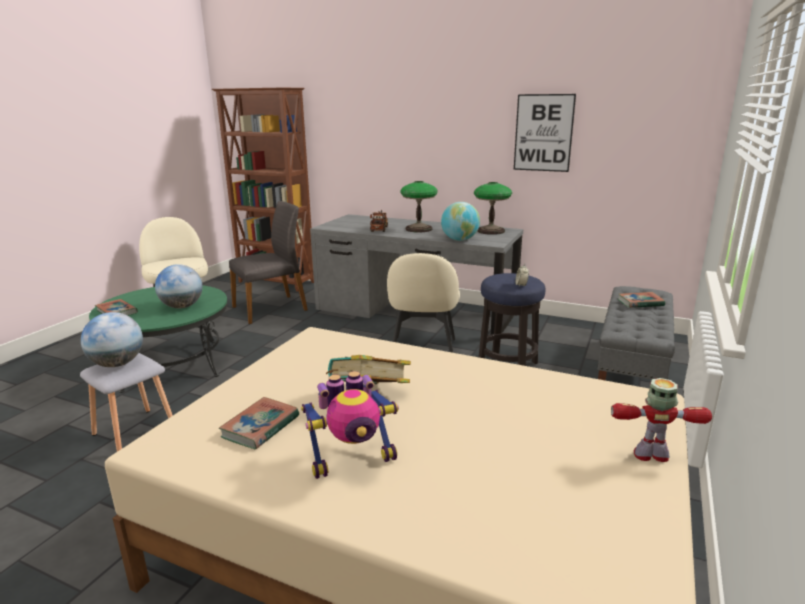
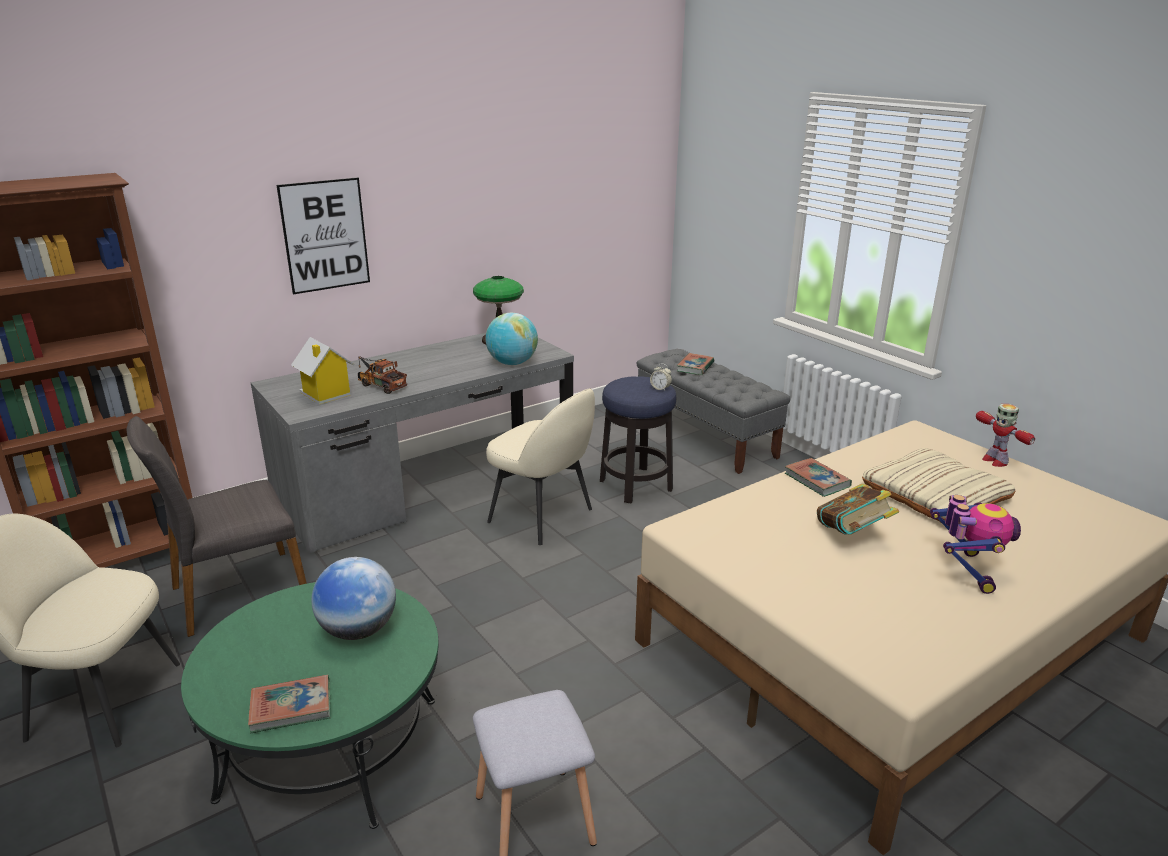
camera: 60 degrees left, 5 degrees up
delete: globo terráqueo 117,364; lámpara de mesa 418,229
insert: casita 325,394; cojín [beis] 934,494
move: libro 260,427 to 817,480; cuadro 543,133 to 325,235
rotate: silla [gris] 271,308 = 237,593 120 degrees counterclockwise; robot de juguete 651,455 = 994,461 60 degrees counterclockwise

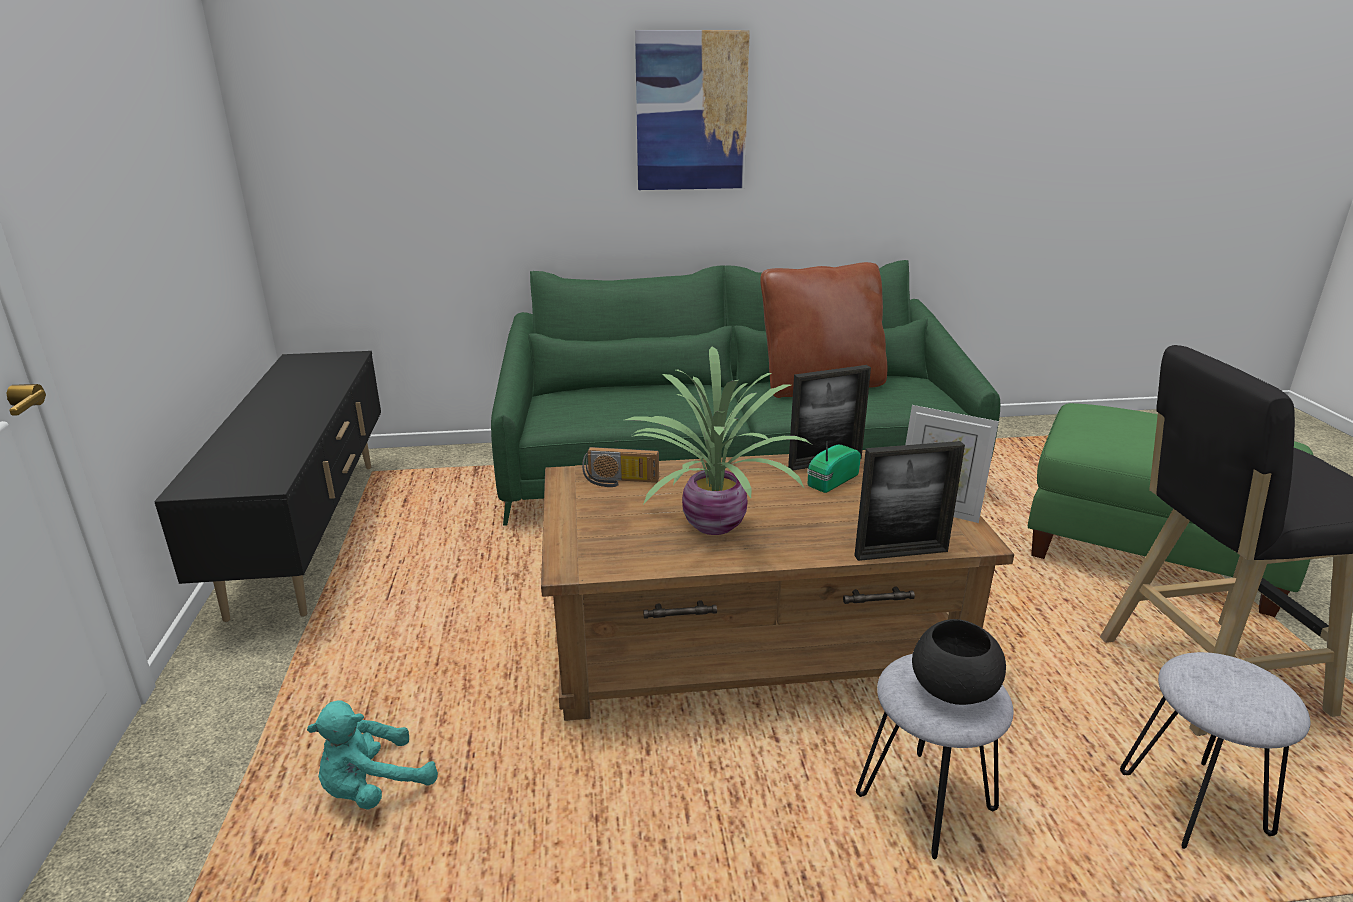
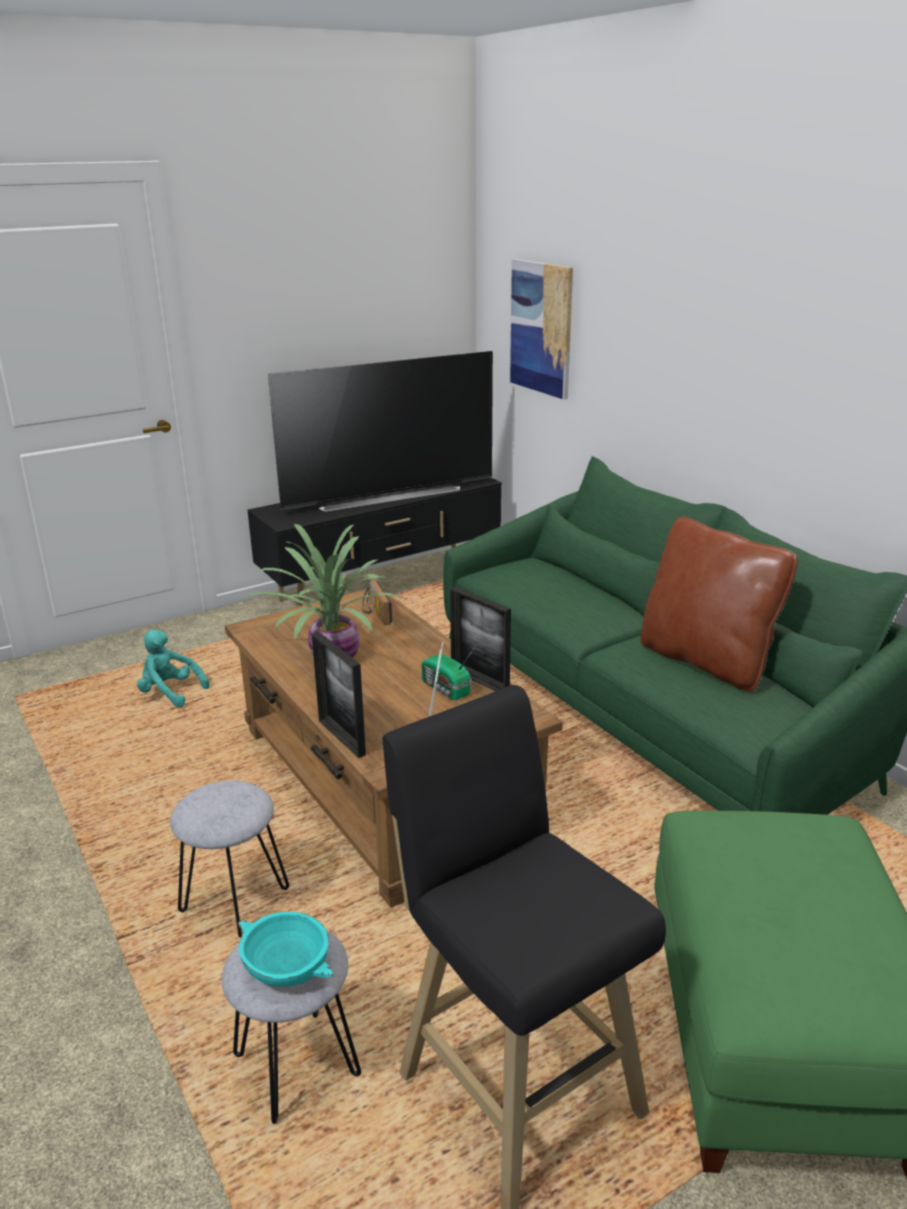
camera: 65 degrees right, 0 degrees up
delete: cuenco [negro] 951,689
insert: cuenco [turquesa] 288,965; televisor 387,494
move: cuadro 691,112 to 541,328
rotate: radio 830,481 = 446,689 150 degrees counterclockwise

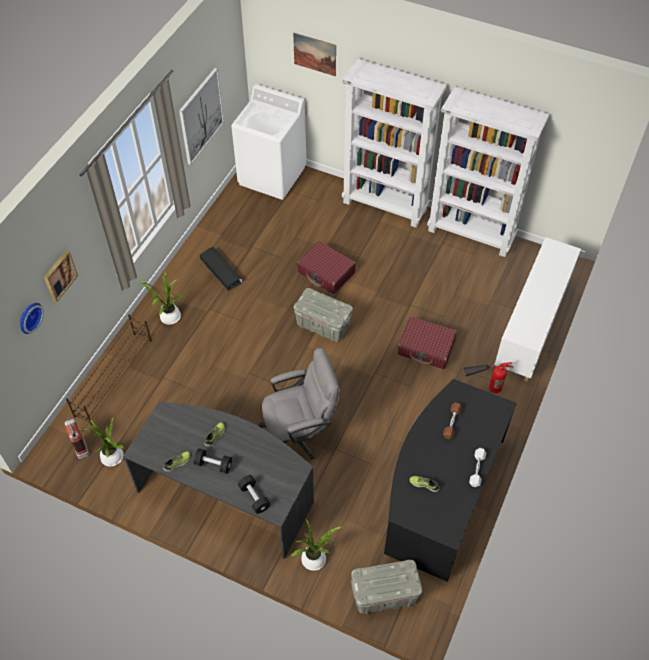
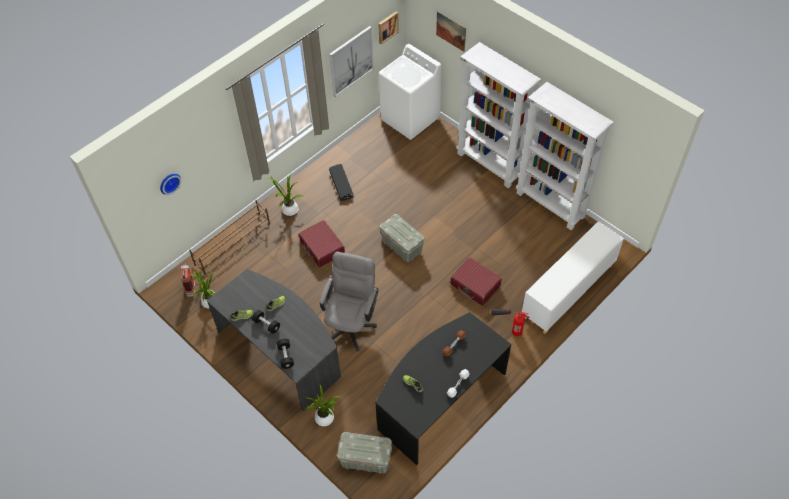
camera: 20 degrees right, 0 degrees up
move: cuadro 59,275 to 387,27; maleta [rojo] 326,273 to 322,247
rotate: silla de oficina [gris] 300,433 = 351,323 75 degrees counterclockwise

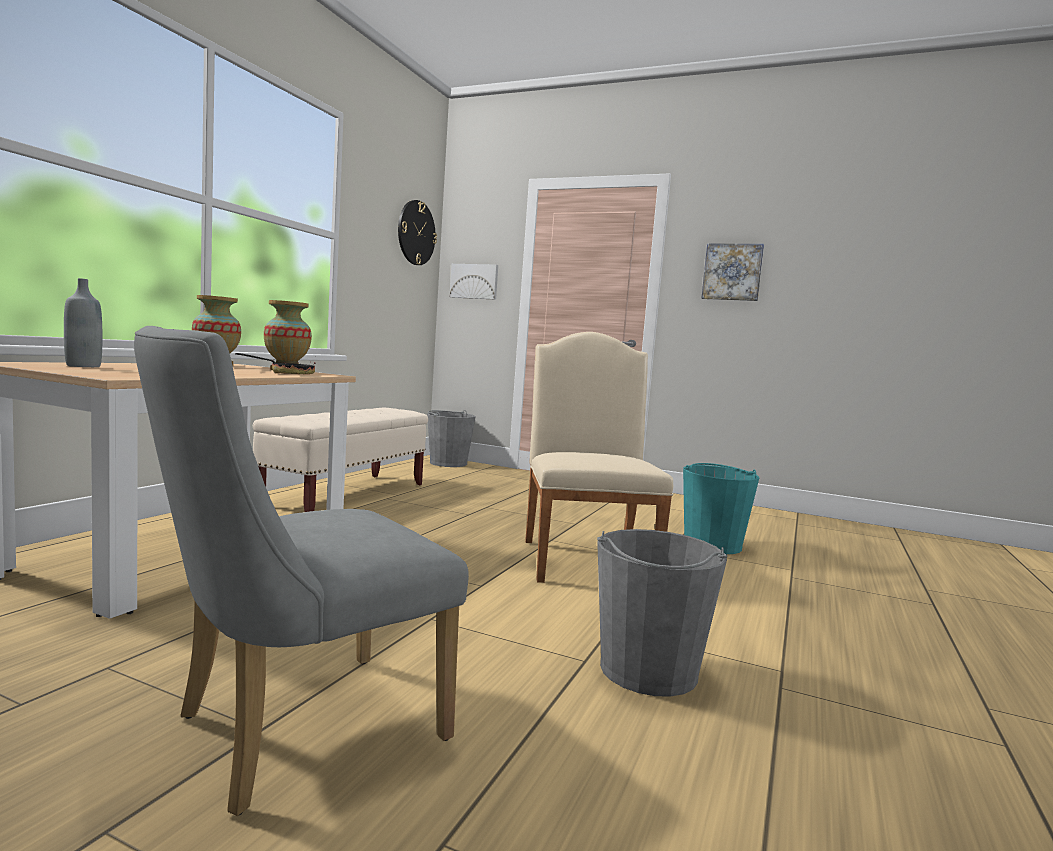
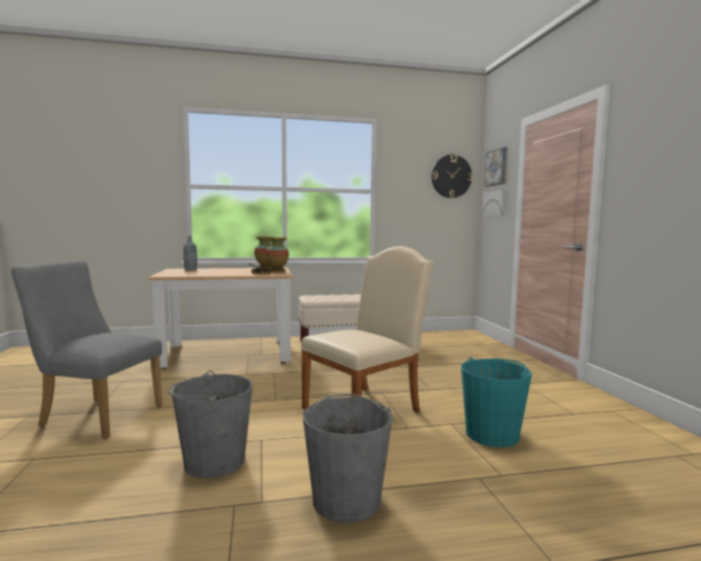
camera: 55 degrees right, 0 degrees up
move: cubo [gris] 448,463 to 346,499; cuadro 732,272 to 497,167

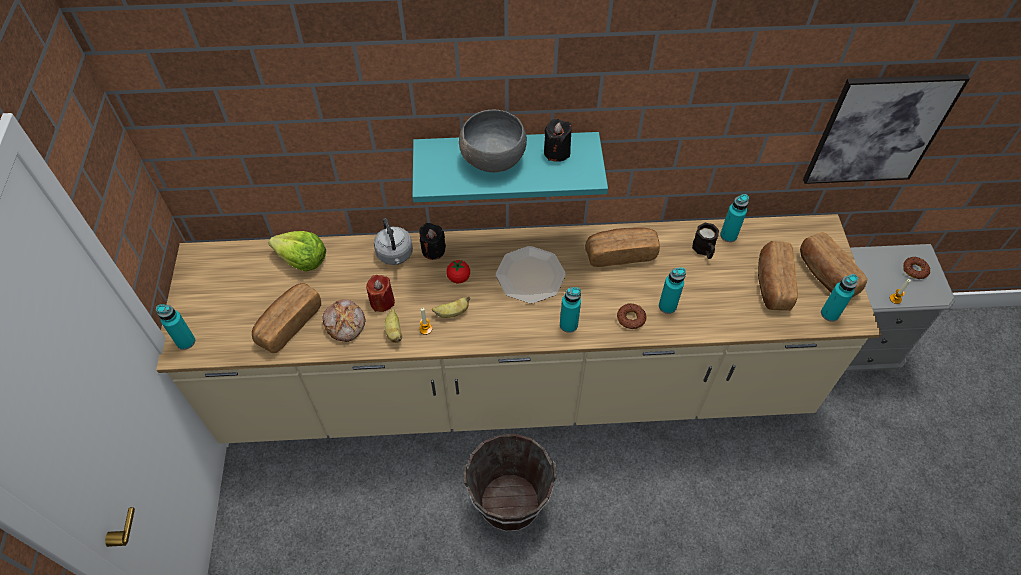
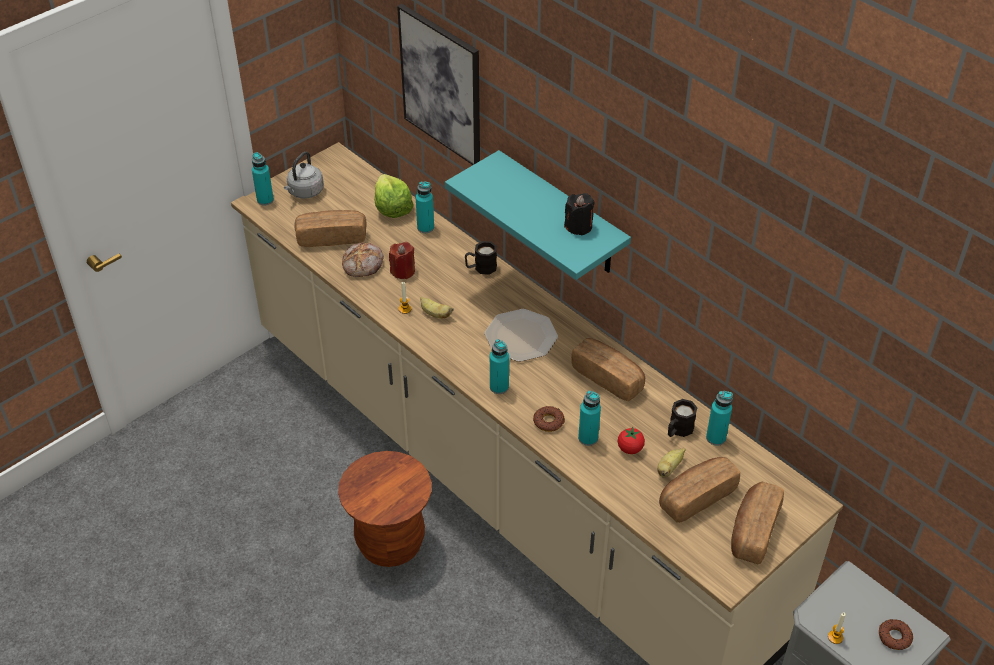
camera: 50 degrees right, 10 degrees down
delete: cuenco [gris] 492,159
move: hervidor [gris] 395,255 to 305,192; plátano 394,331 to 669,468; tomate 458,278 to 630,448; cuadro 879,130 to 441,85; botella [turquesa] 829,314 to 425,228
replace: vela [negro] 433,250 to taza grande [negro] 481,268; cubo [marrón] 510,502 to taburete [marrón] 390,543

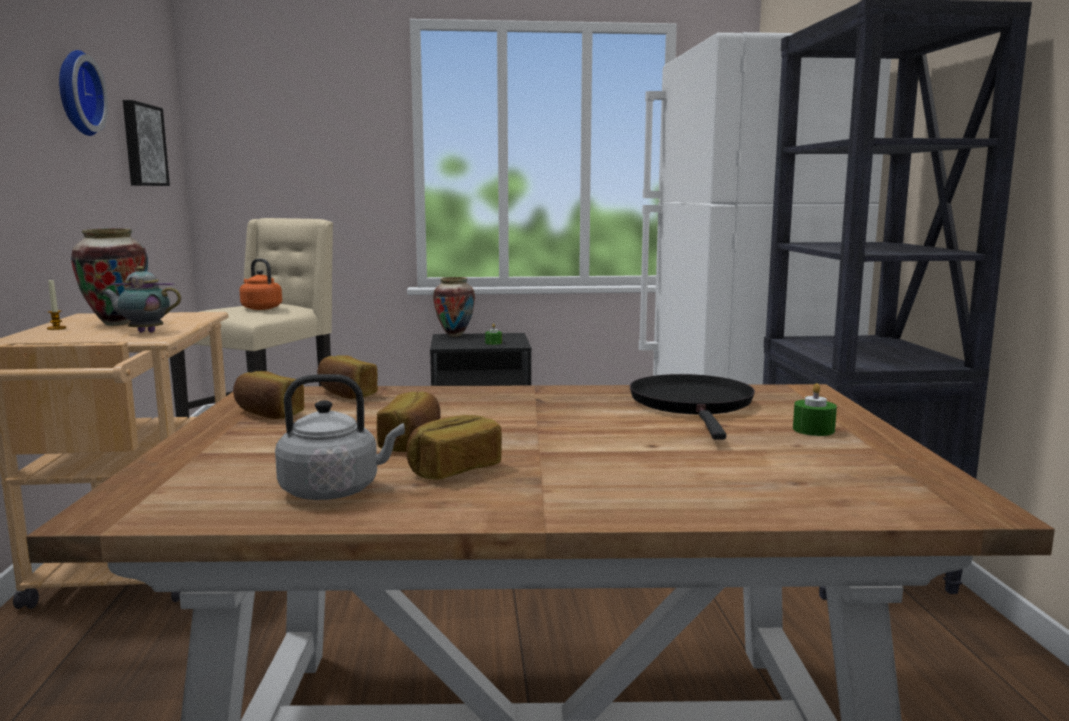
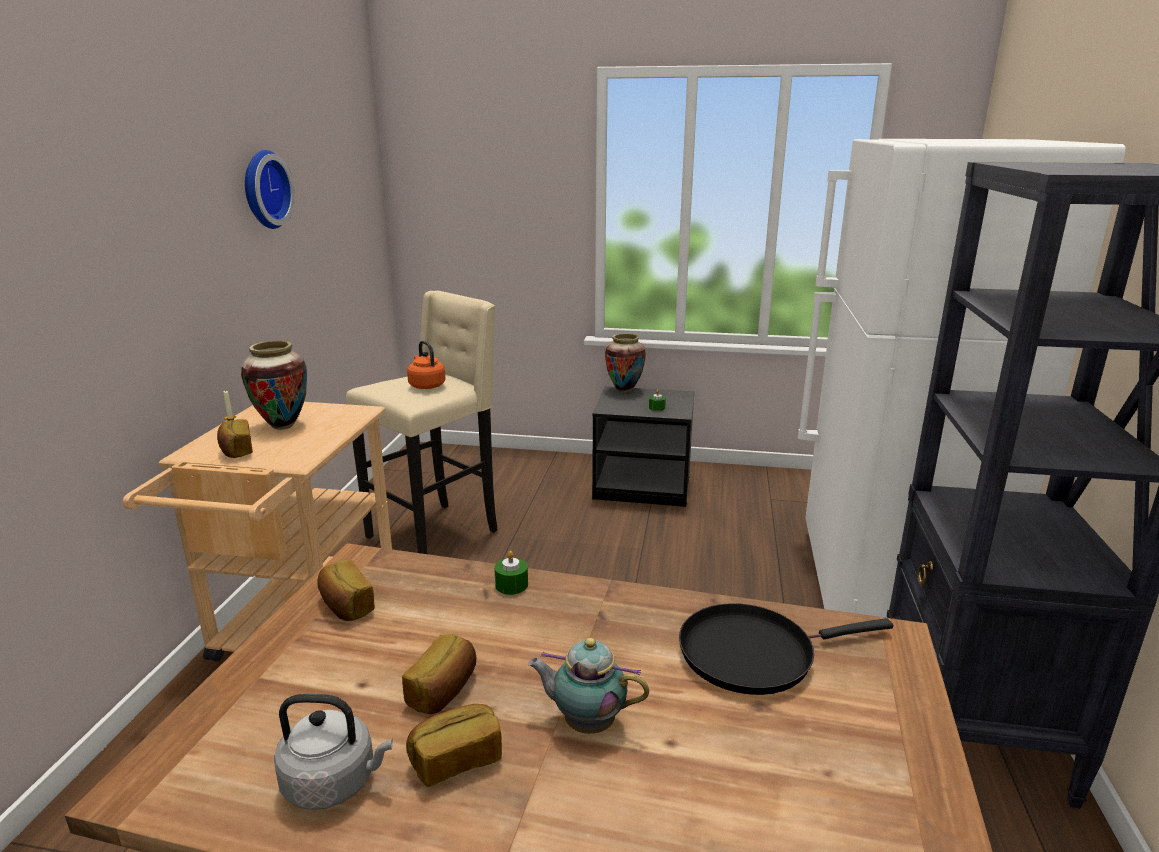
camera: 15 degrees right, 10 degrees up
delete: cuadro 142,145
move: tetera 144,332 to 586,723; pan 346,394 to 236,450; vela [verde] 813,430 to 511,585
rotate: sartén [negro] 693,405 = 754,653 120 degrees counterclockwise

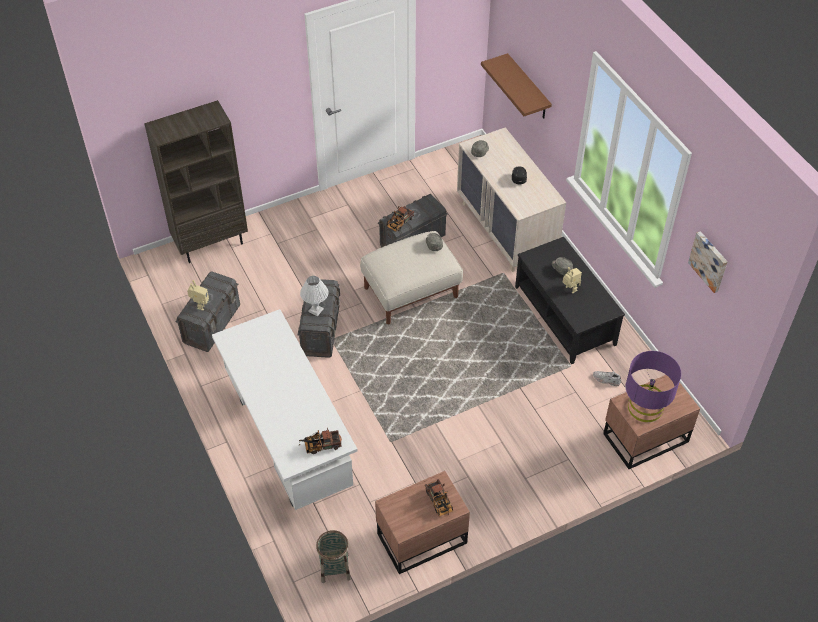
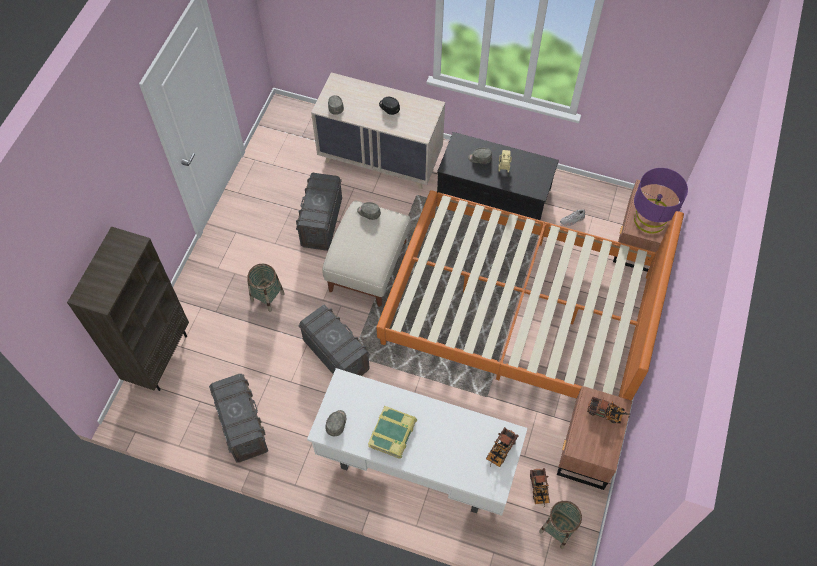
camera: 45 degrees left, 10 degrees up
delete: robot de juguete 200,305; lámpara de mesa [blanco] 315,310; estante [marrón] 528,88; cuadro 709,261
insert: cesta 267,297; gorra [gris] 336,423; libro 393,434; cama [naranja] 519,311
move: camión de juguete 398,223 to 539,490

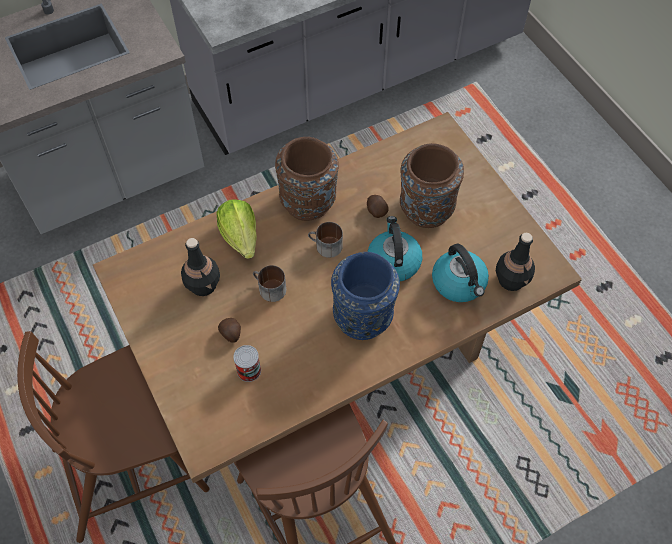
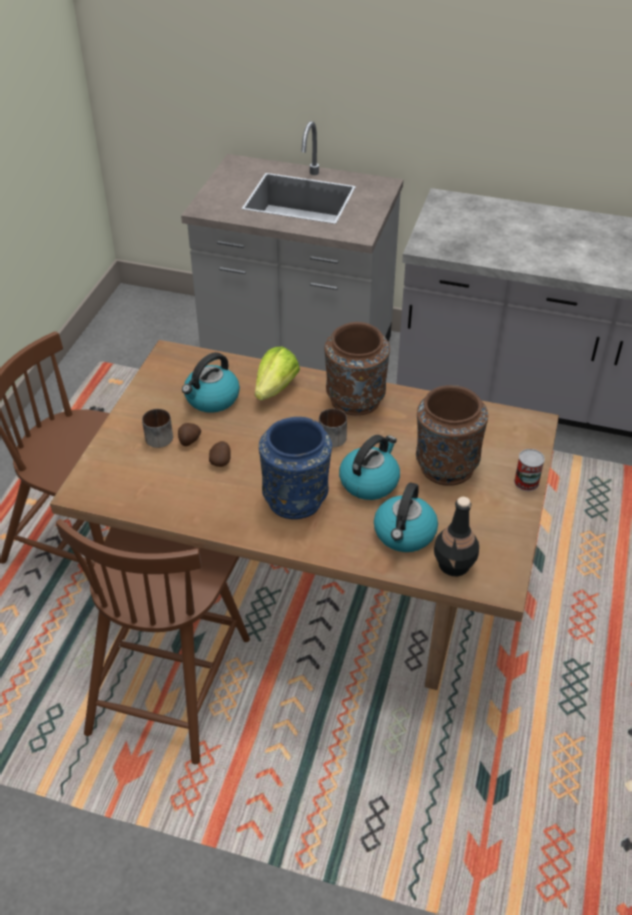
camera: 45 degrees right, 15 degrees down
move: lata 249,370 to 526,482; taza grande 269,289 to 157,435; patata 376,211 to 221,461
replace: botella [negro] 203,284 to hervidor 211,399

